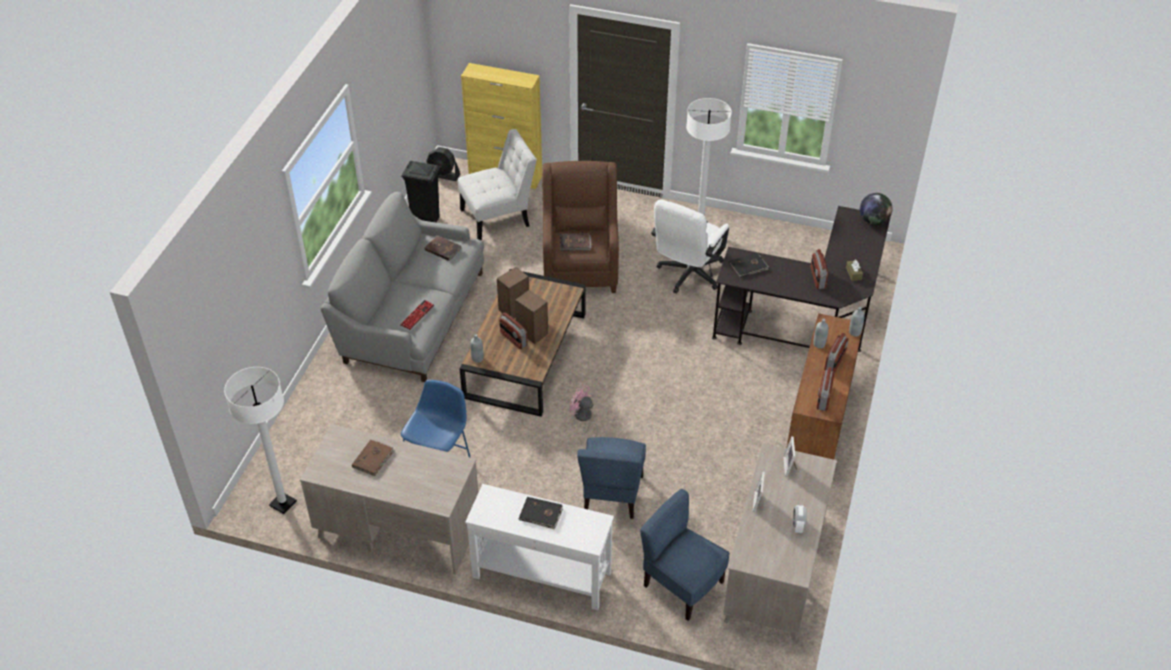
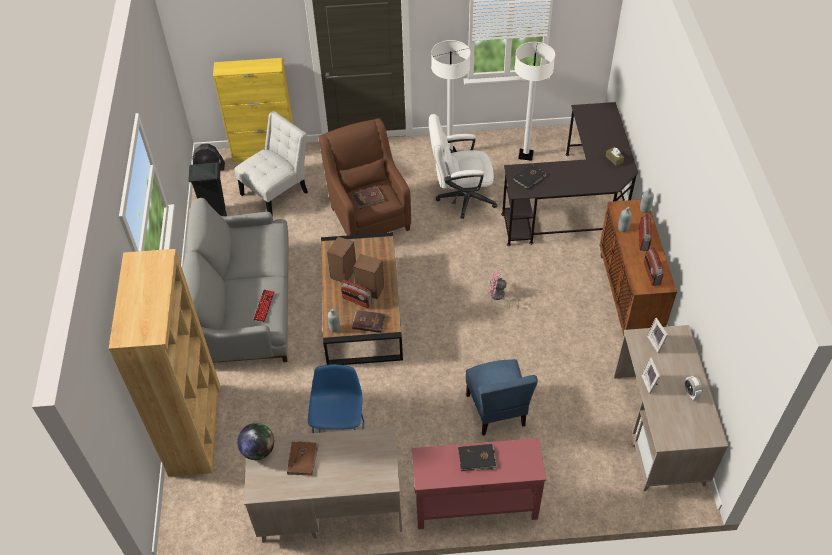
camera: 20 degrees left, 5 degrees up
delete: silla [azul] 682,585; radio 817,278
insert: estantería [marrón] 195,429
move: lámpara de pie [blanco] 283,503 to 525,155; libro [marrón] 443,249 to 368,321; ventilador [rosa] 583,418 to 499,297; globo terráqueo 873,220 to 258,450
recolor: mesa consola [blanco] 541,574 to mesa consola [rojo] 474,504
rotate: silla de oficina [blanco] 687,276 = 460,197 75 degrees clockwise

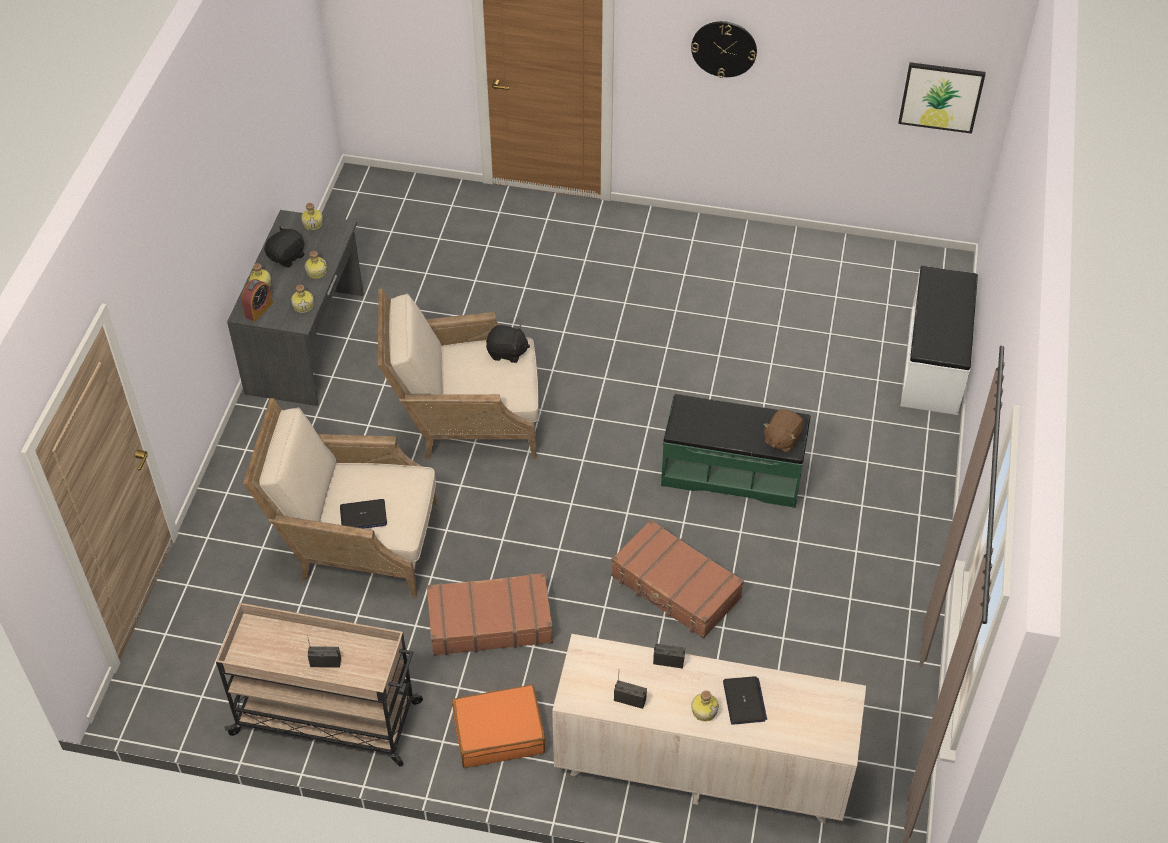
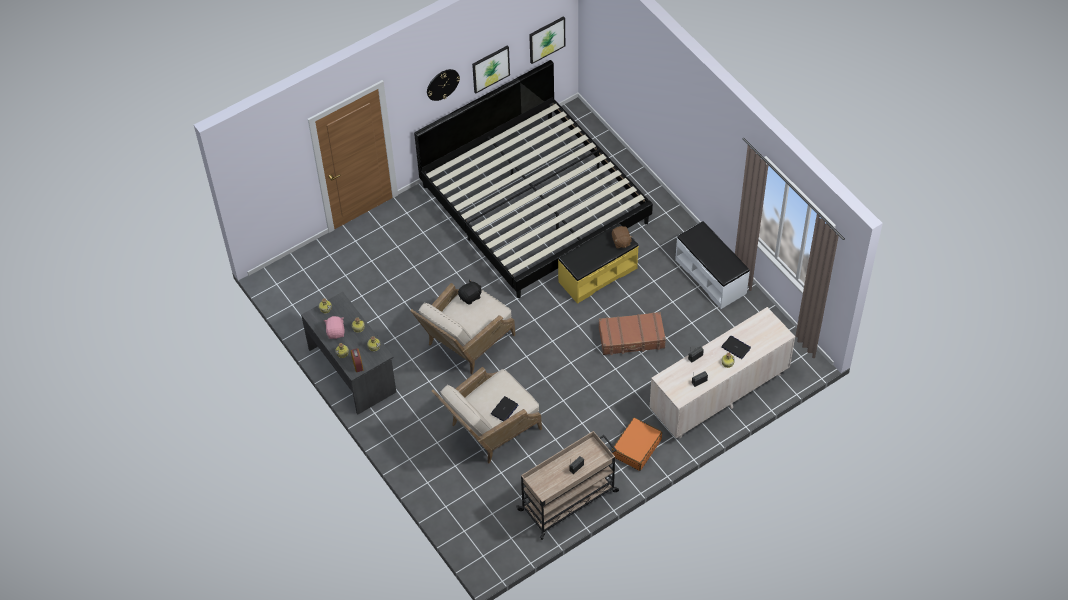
camera: 45 degrees left, 5 degrees up
delete: maleta [marrón] 489,622
insert: cama 534,204; cuadro 490,68
move: banco [blanco] 934,363 to 711,276
recolor: peluche [negro] 287,257 to peluche [rosa] 336,332; banco [verde] 732,473 to banco [amarillo] 597,274

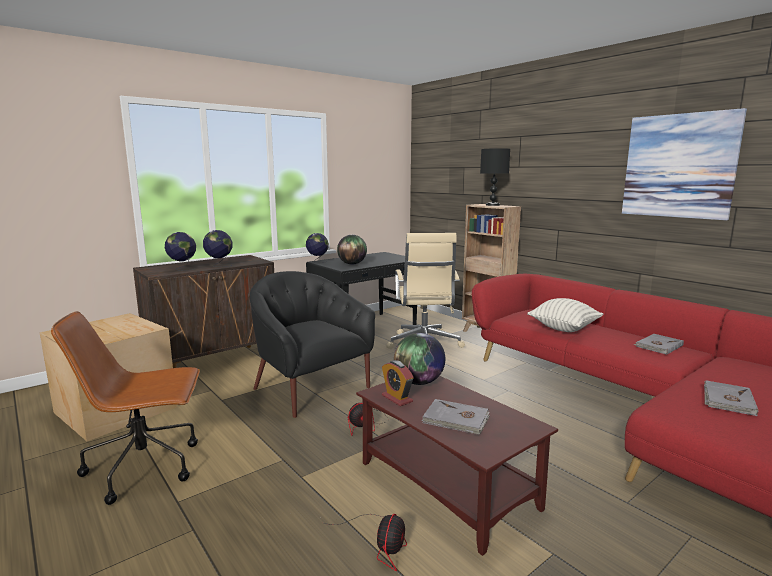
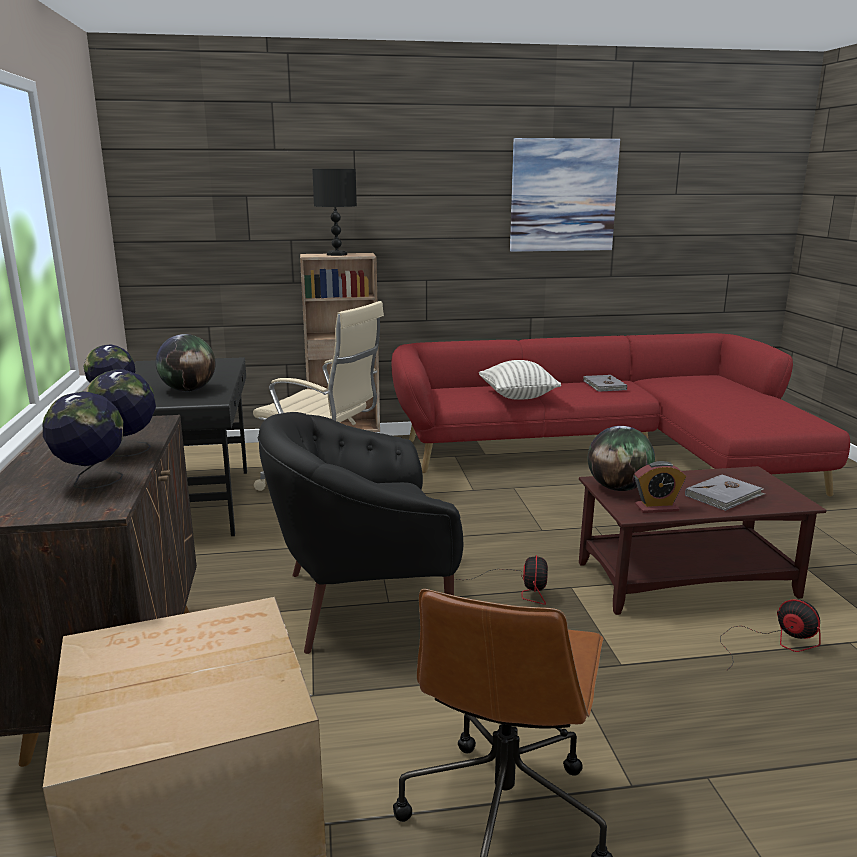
camera: 60 degrees left, 5 degrees up
delete: libro [gris] 727,400

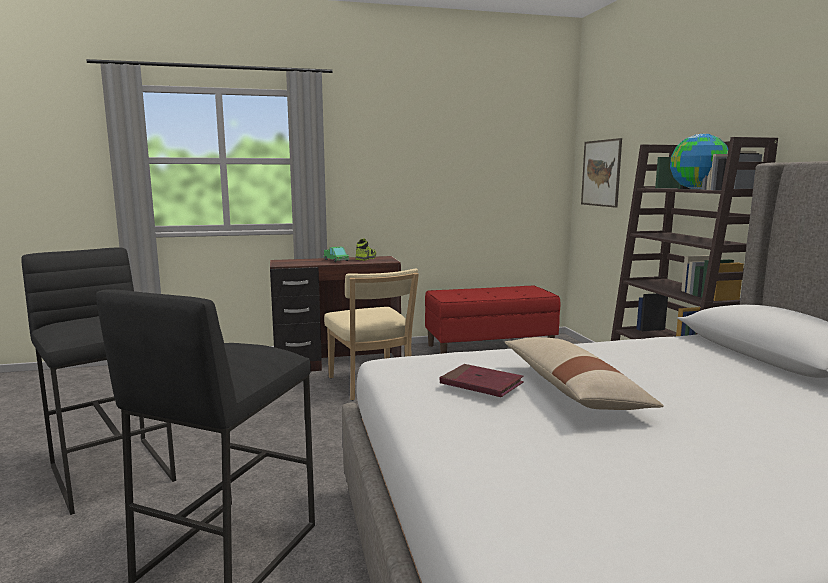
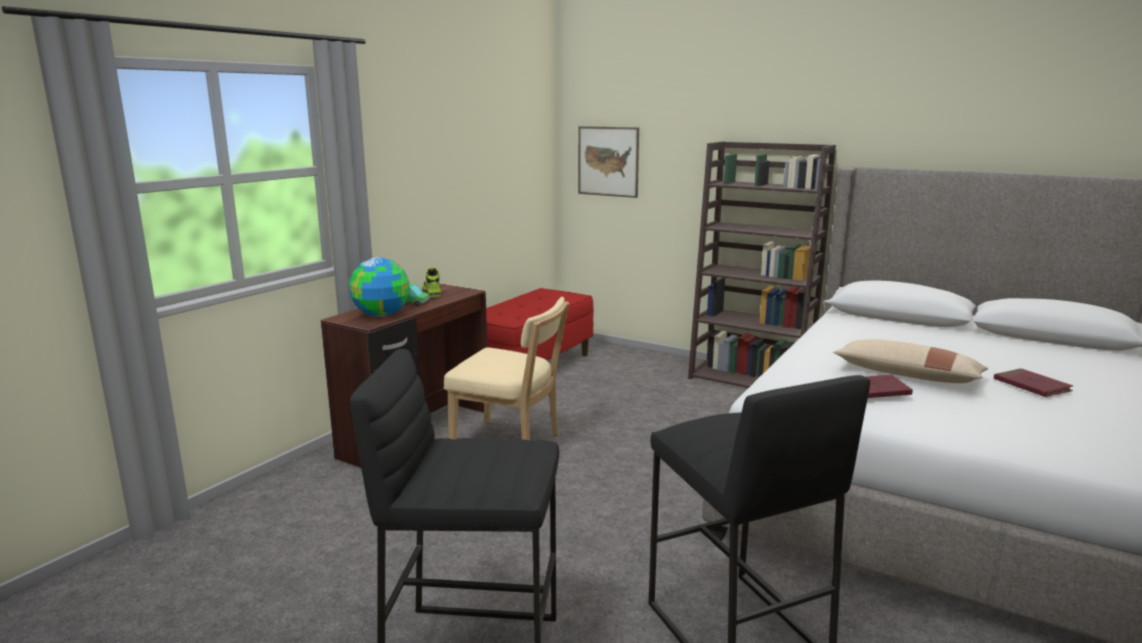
camera: 45 degrees left, 5 degrees up
insert: libro [rojo] 1031,386
move: globo terráqueo 697,188 to 381,314

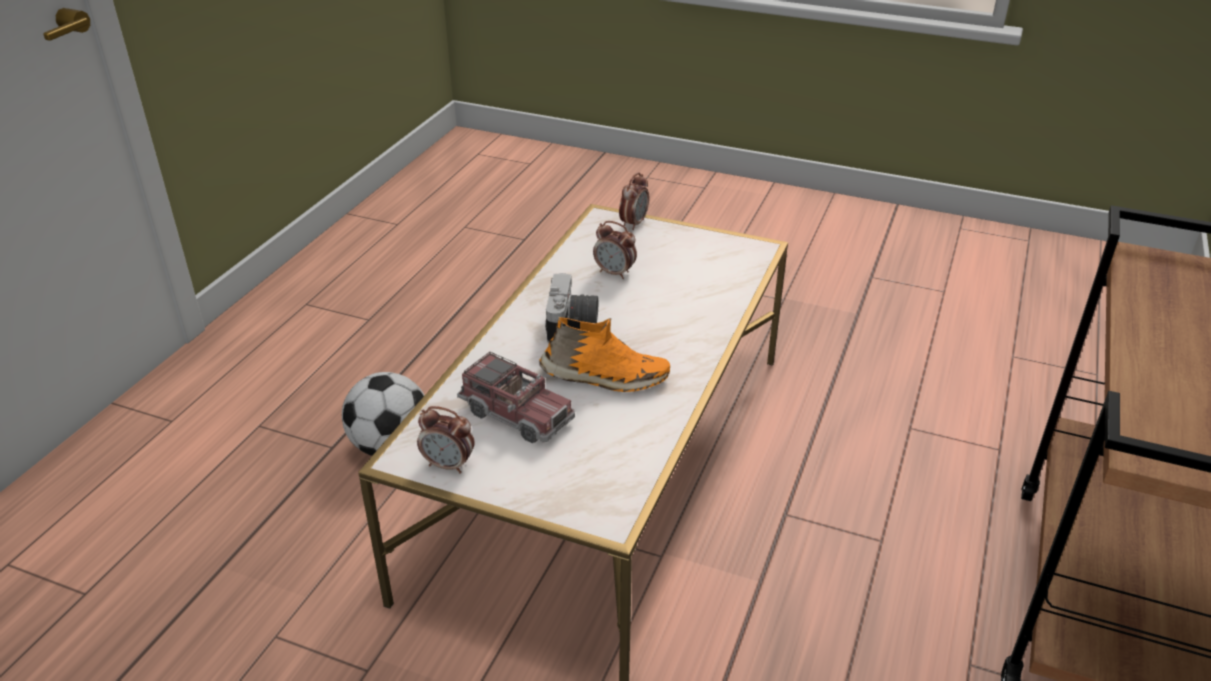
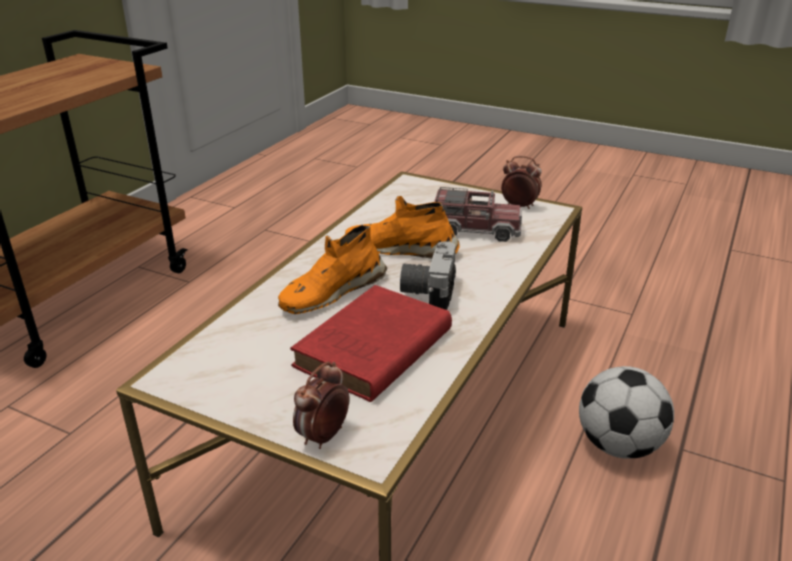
camera: 175 degrees left, 5 degrees down
insert: zapato [naranja] 331,292
replace: despertador 615,273 to libro [rojo] 371,351
rotate: camión de juguete 517,414 = 475,229 150 degrees clockwise

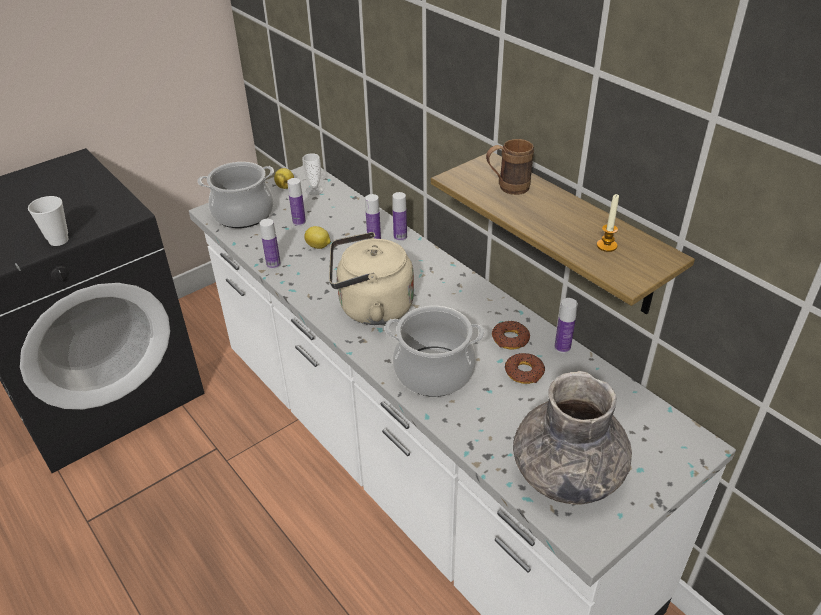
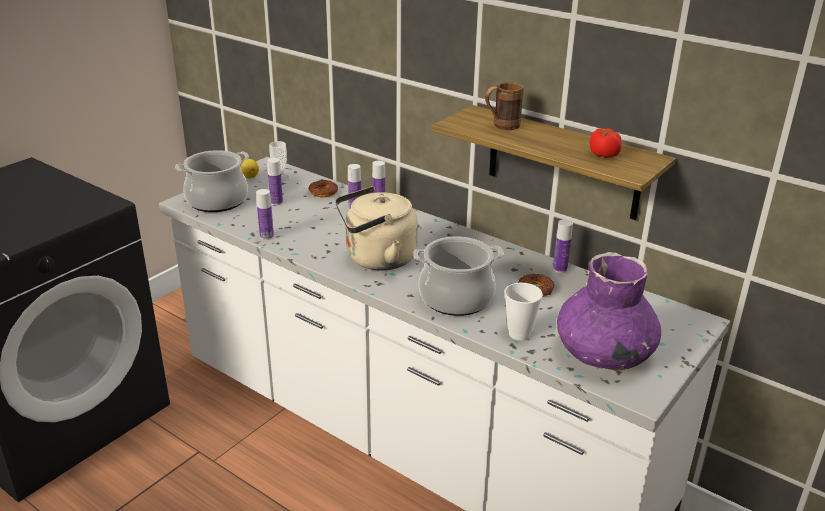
camera: 15 degrees left, 10 degrees down
delete: limón 318,246
move: taza 58,240 to 519,334; rosquilla 510,339 to 323,192
replace: vela 606,246 to tomate 603,155
recolor: florero [gris] 566,473 to florero [morado] 603,353

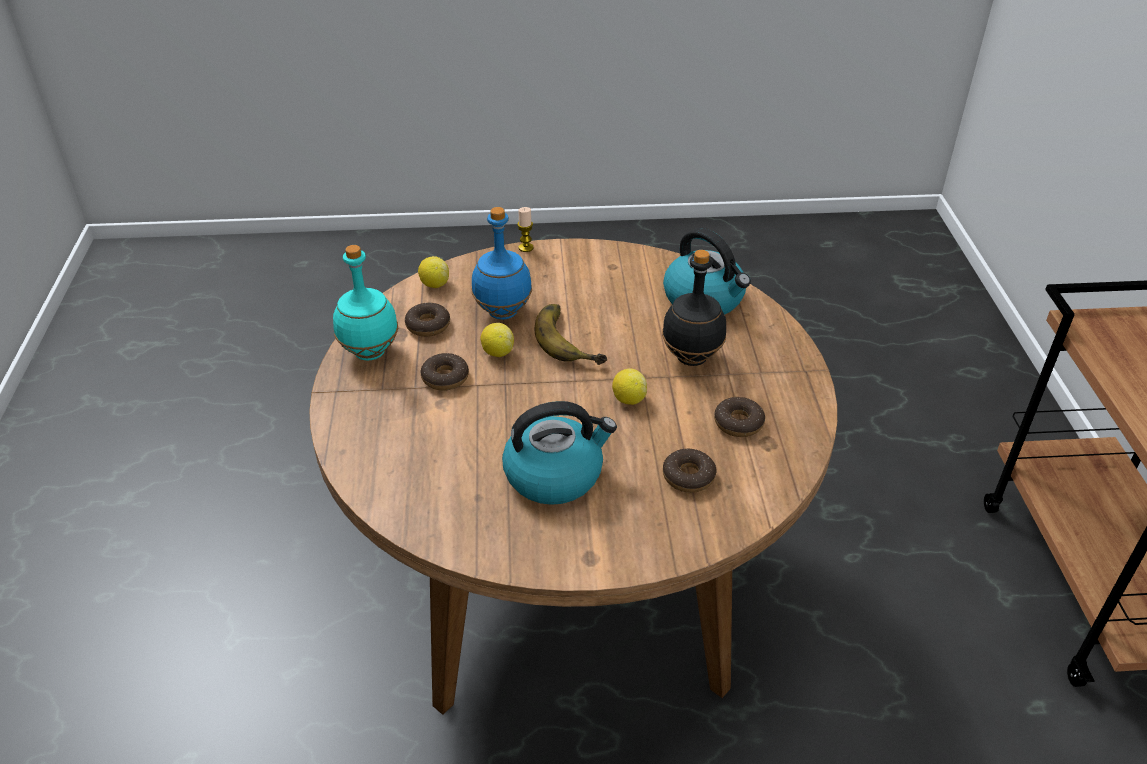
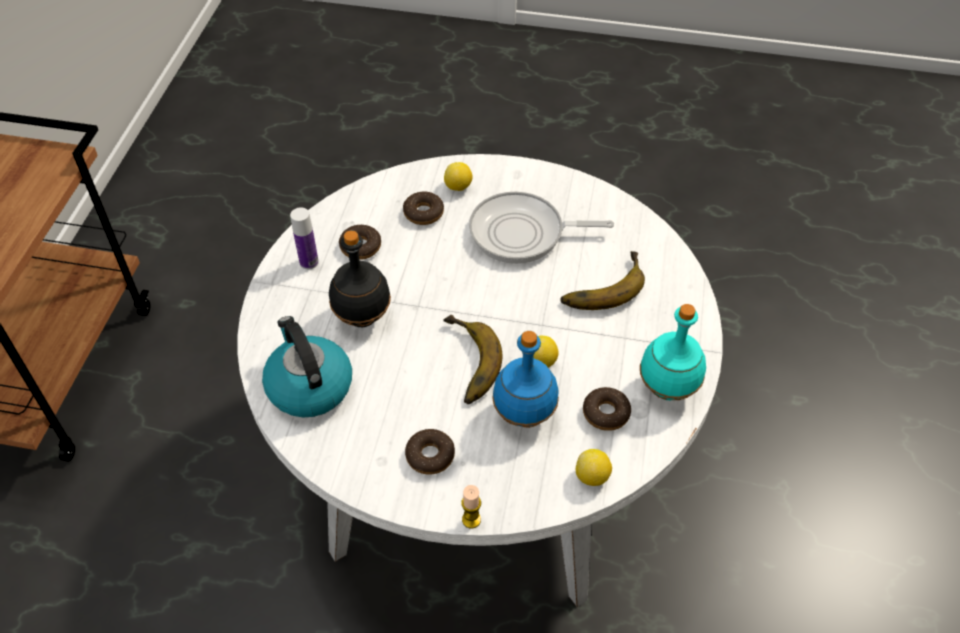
camera: 165 degrees left, 10 degrees up
insert: botella 309,262; plátano 600,285
move: rosquilla 445,378 to 430,456; limón 629,399 to 458,187
replace: hervidor 555,474 to sartén 522,233
recolor: mesa de comedor [marrón] 573,585 to mesa de comedor [blanco] 480,470

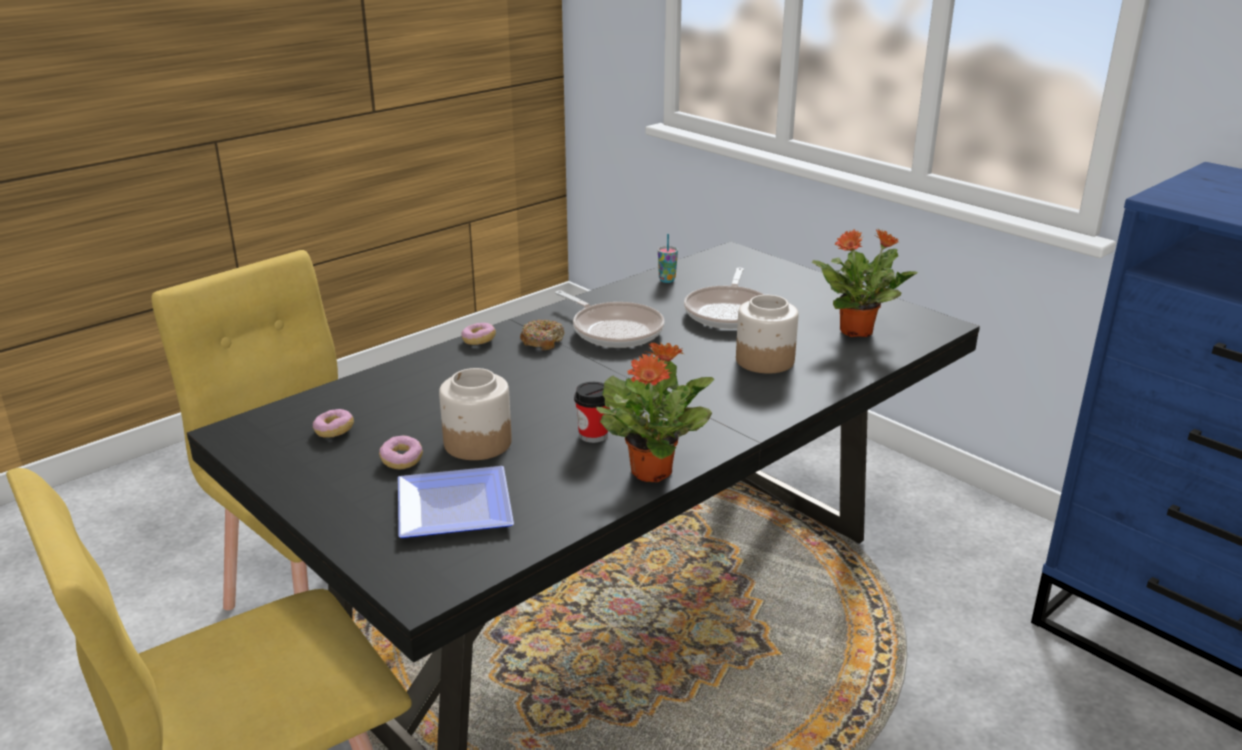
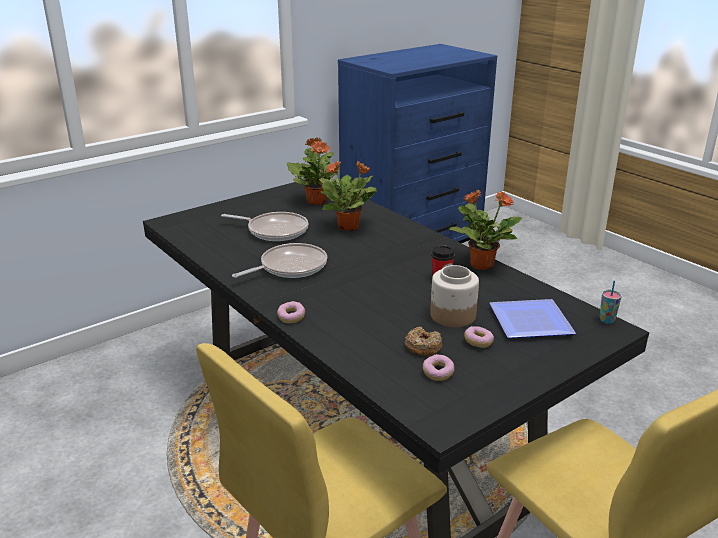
camera: 85 degrees left, 0 degrees up
move: rosquilla 542,341 to 423,347; taza 667,280 to 607,320
replace: tarro 764,360 to planta en maceta 349,227

